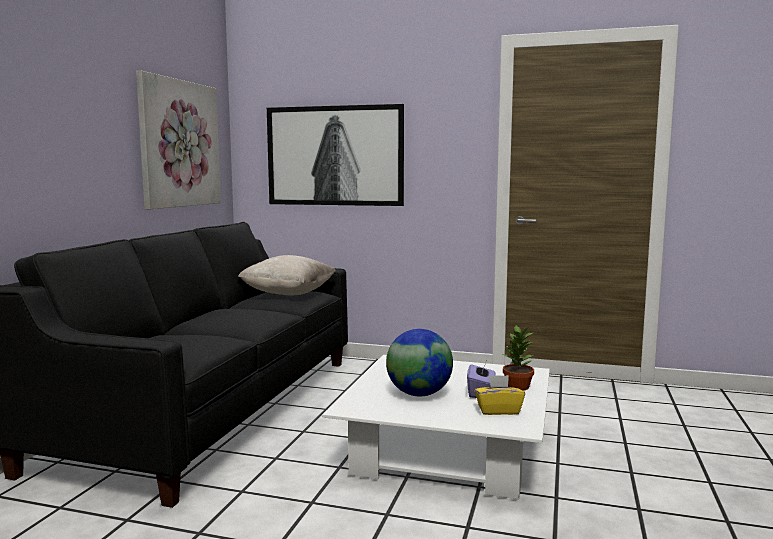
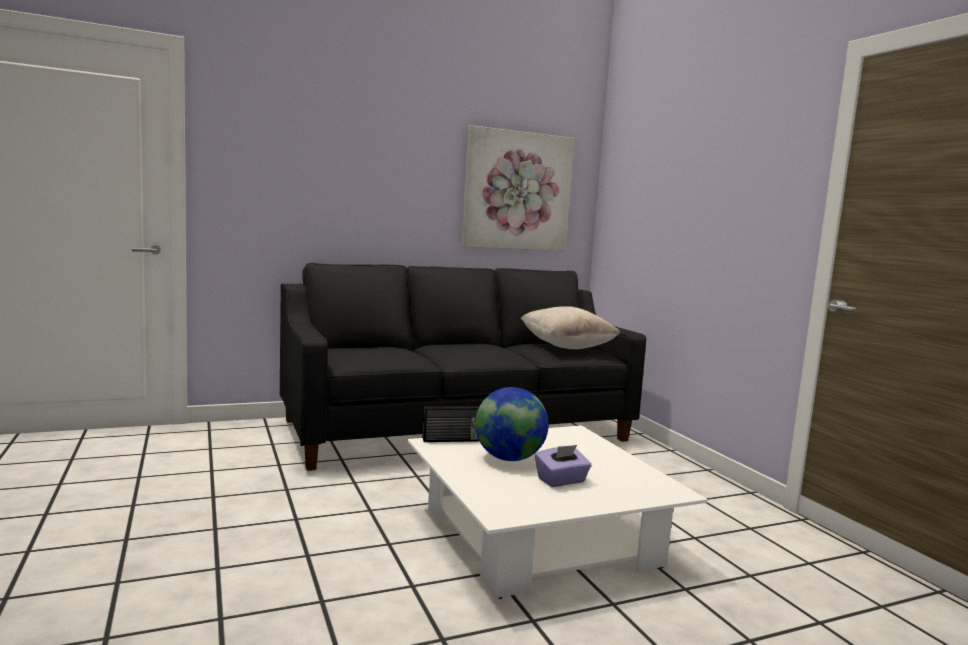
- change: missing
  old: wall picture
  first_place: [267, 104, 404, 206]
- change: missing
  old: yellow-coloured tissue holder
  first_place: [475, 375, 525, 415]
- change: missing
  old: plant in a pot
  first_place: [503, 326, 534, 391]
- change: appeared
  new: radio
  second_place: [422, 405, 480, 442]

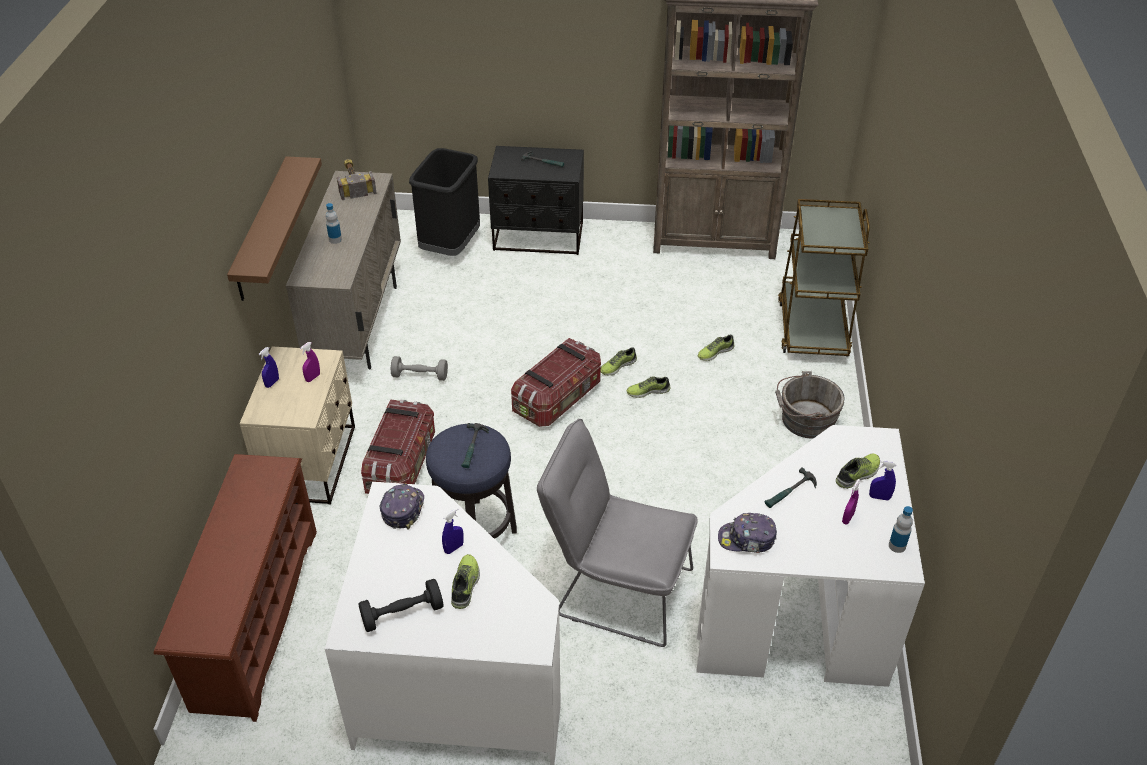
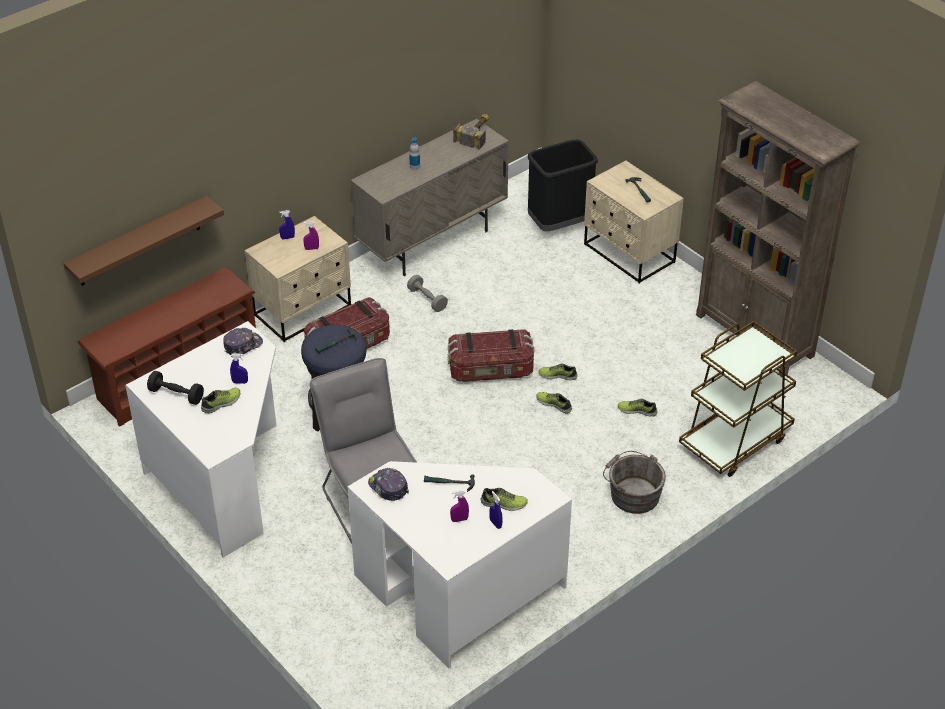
- change: relocated
  old: brown-coloured bracket shelf
  first_place: [227, 156, 322, 301]
  second_place: [63, 196, 224, 286]
- change: colour
  old: black nightstand
  new: beige-coloured nightstand
  first_place: [488, 146, 584, 255]
  second_place: [584, 160, 684, 283]
- change: missing
  old: drink bottle
  first_place: [889, 506, 913, 553]

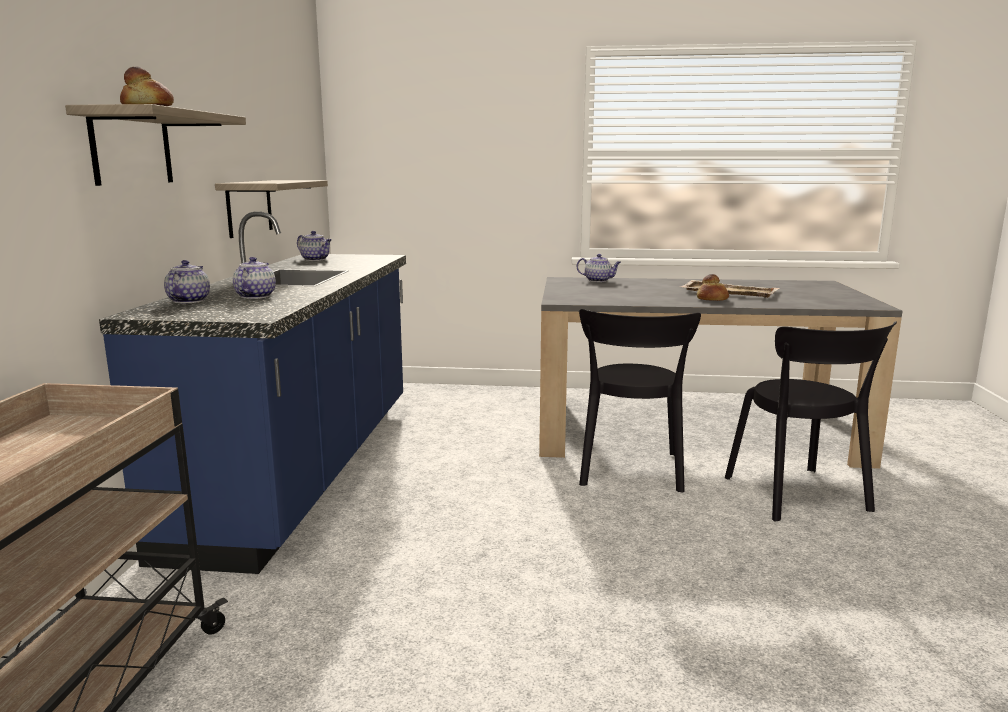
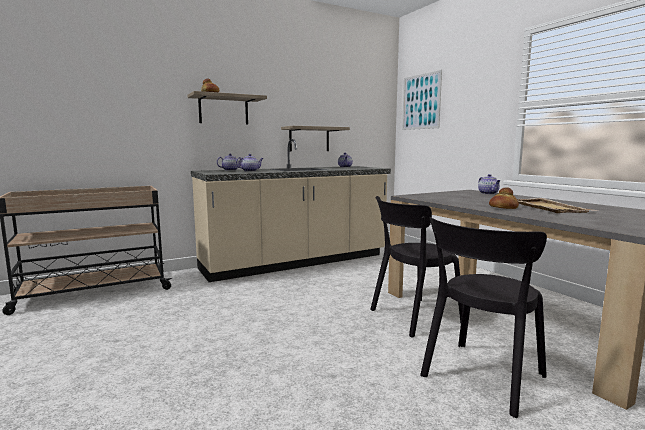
- change: colour
  old: bluish kitchen counter
  new: beige-coloured kitchen counter
  first_place: [99, 211, 406, 574]
  second_place: [191, 139, 391, 282]
- change: appeared
  new: wall picture
  second_place: [402, 70, 442, 130]

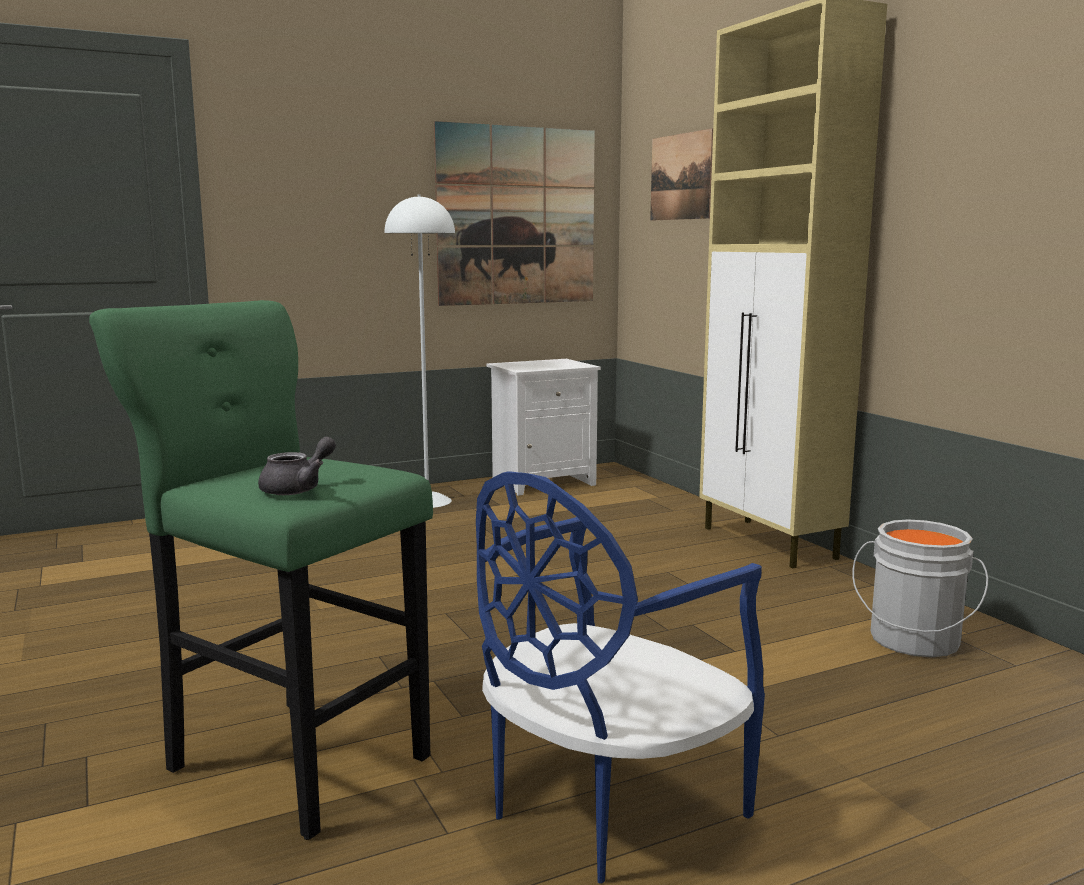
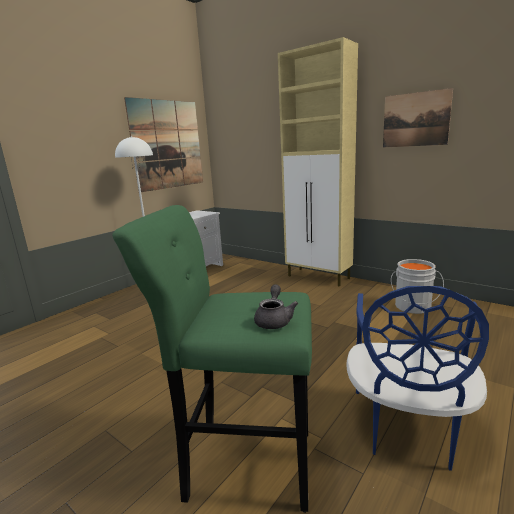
- change: relocated
  old: wall picture
  first_place: [650, 128, 713, 221]
  second_place: [383, 88, 453, 148]

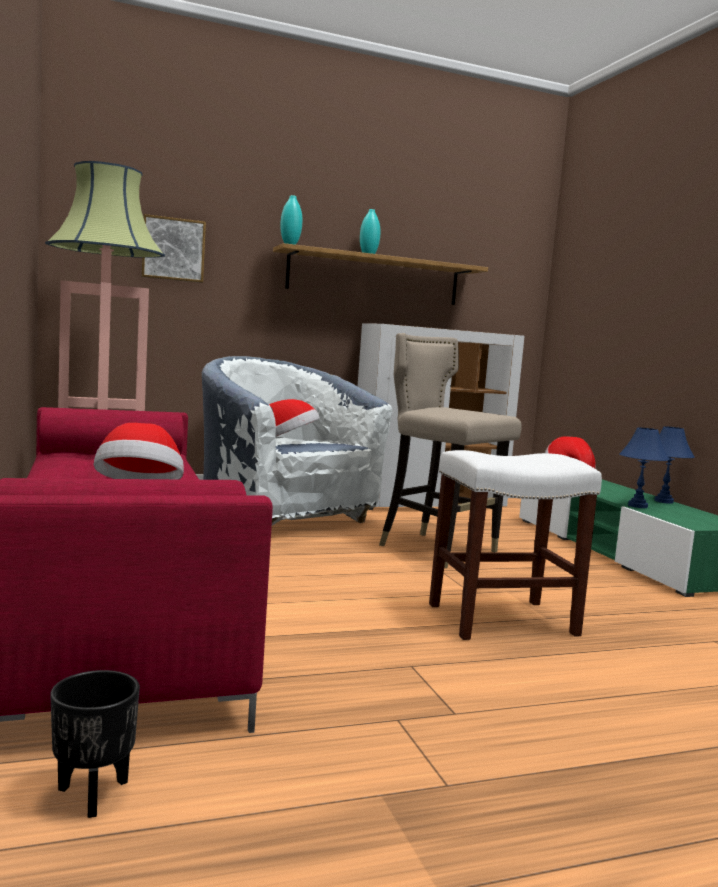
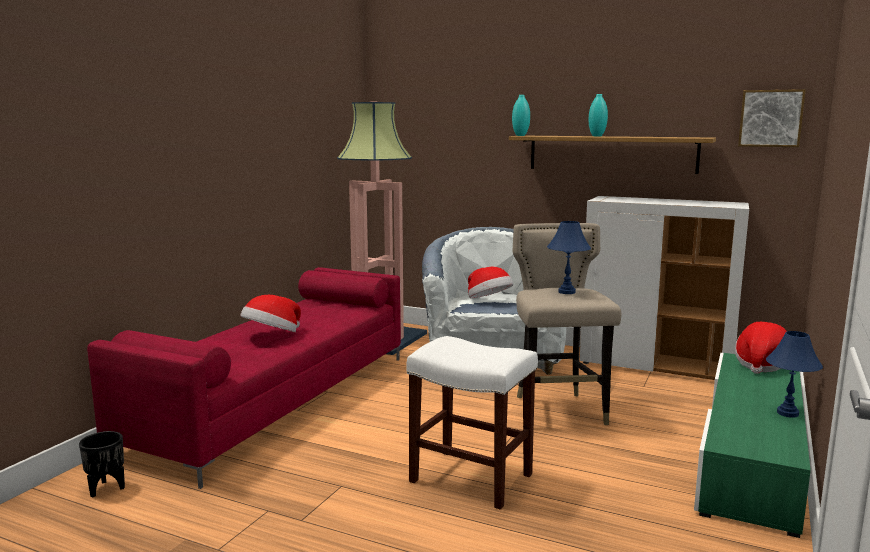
- change: relocated
  old: wall picture
  first_place: [141, 214, 206, 283]
  second_place: [738, 89, 806, 147]
- change: relocated
  old: bluish lamp for a table
  first_place: [619, 428, 670, 508]
  second_place: [547, 221, 591, 294]

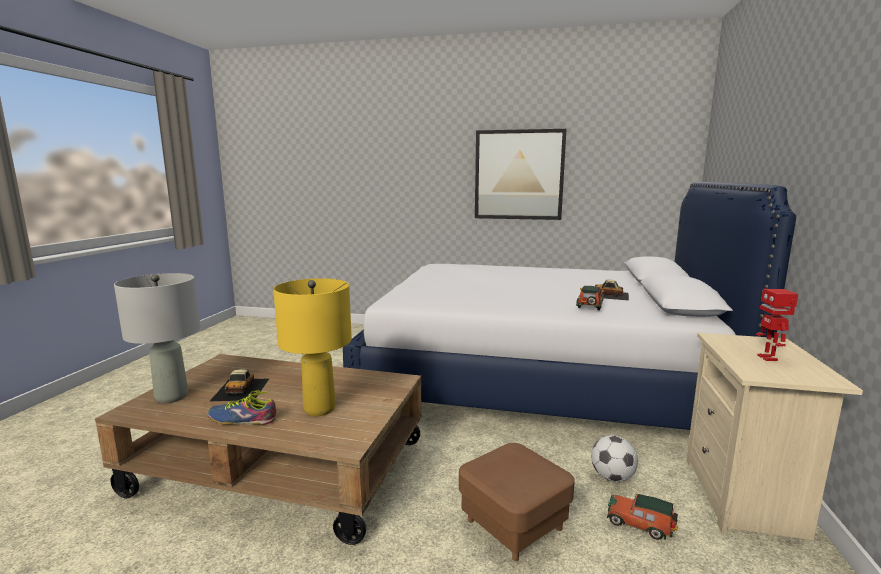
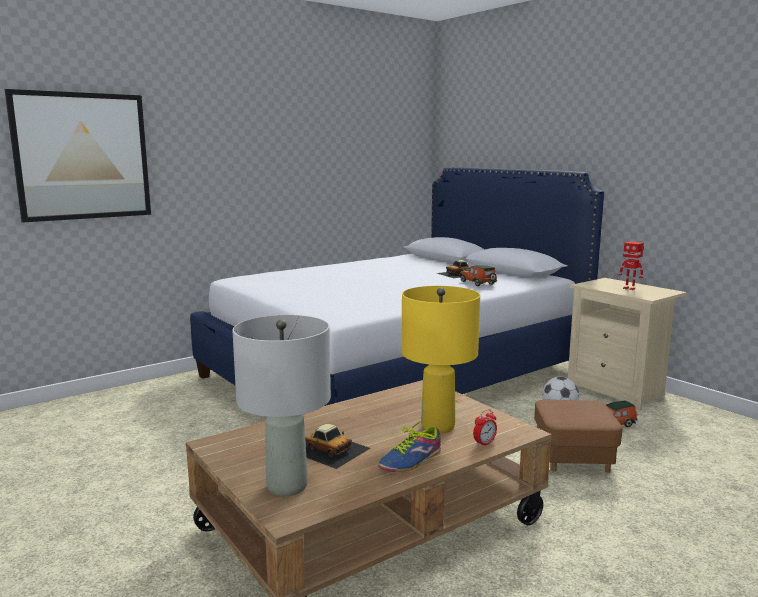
- change: relocated
  old: wall picture
  first_place: [475, 129, 567, 220]
  second_place: [5, 89, 151, 222]
- change: appeared
  new: bedside clock
  second_place: [473, 409, 497, 447]

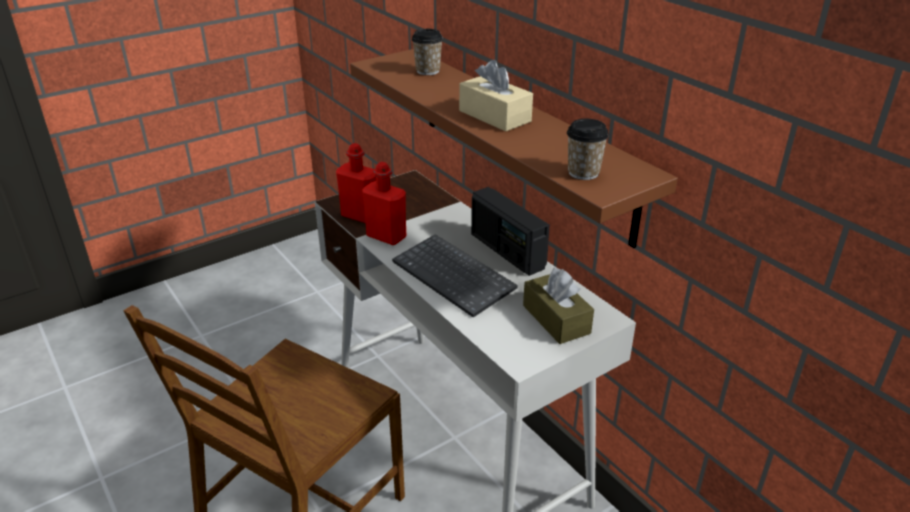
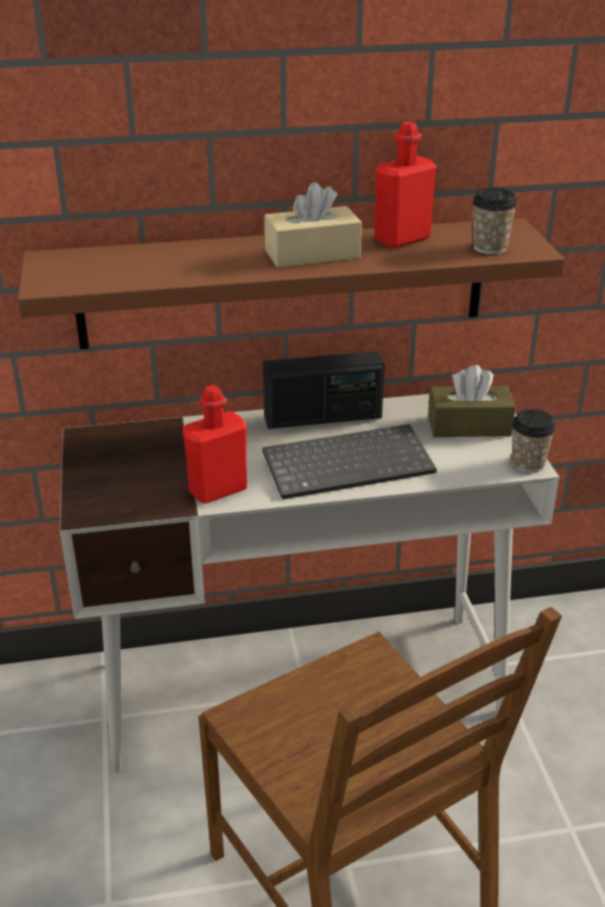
- change: relocated
  old: red drink bottle
  first_place: [336, 143, 376, 223]
  second_place: [374, 122, 436, 248]
- change: relocated
  old: drinking cup
  first_place: [412, 29, 443, 75]
  second_place: [512, 409, 556, 473]

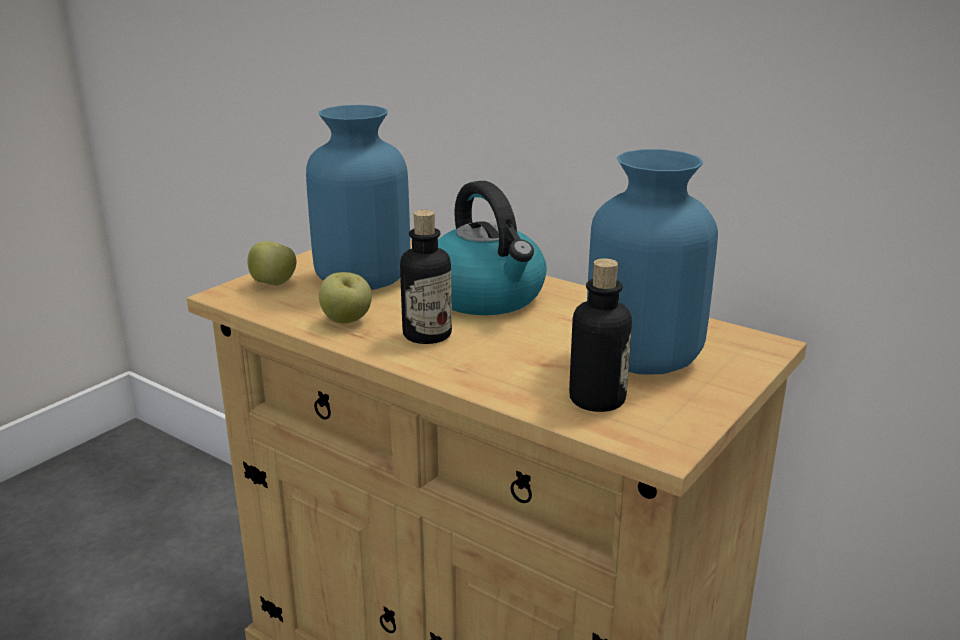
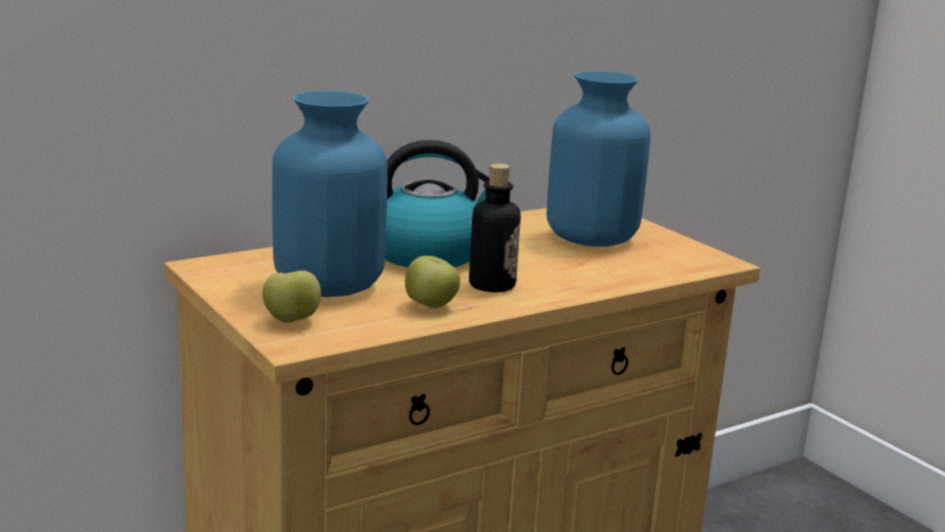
- change: missing
  old: drink bottle
  first_place: [569, 258, 632, 412]

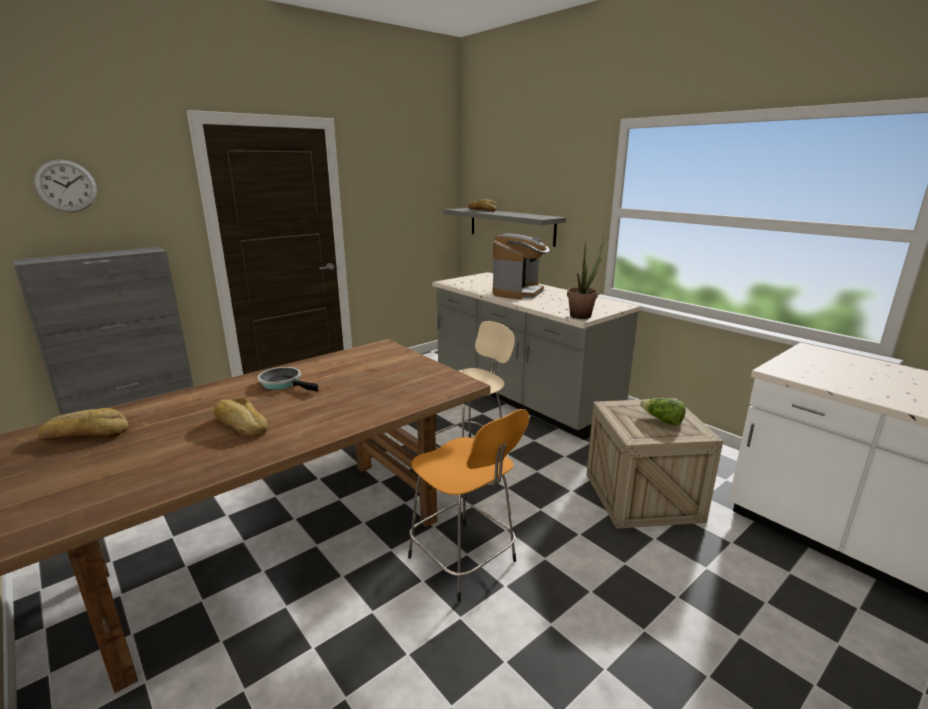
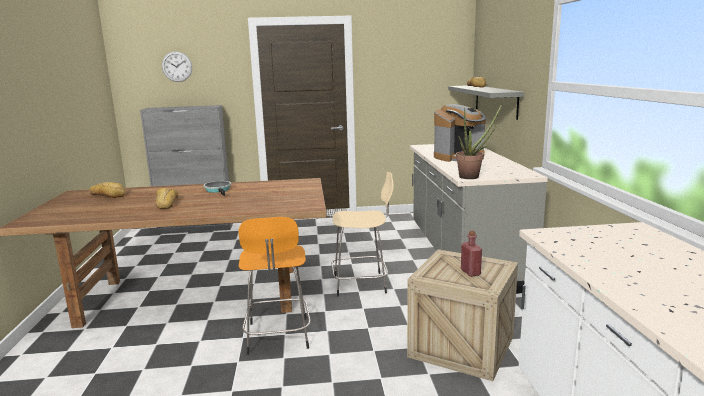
- change: exchanged
  old: lettuce
  new: red drink bottle
  first_place: [640, 398, 686, 426]
  second_place: [461, 231, 482, 277]

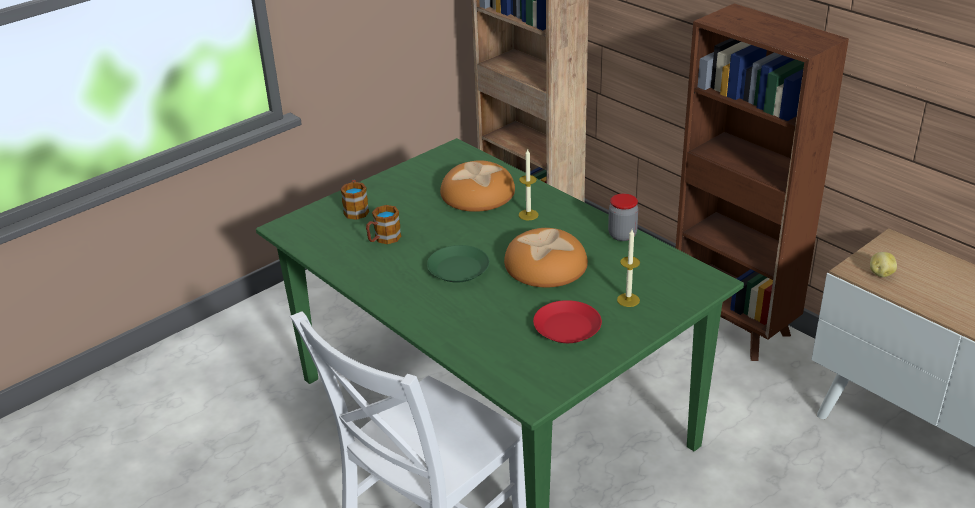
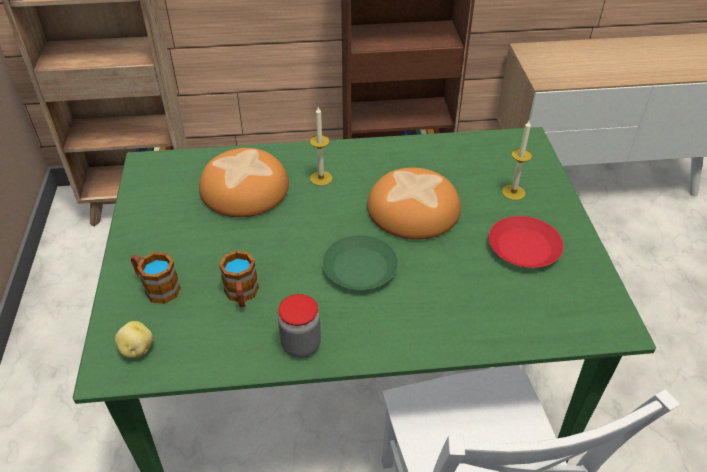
- change: relocated
  old: storage jar
  first_place: [608, 194, 638, 241]
  second_place: [278, 294, 321, 358]
- change: relocated
  old: spud
  first_place: [870, 252, 897, 277]
  second_place: [115, 321, 153, 358]

